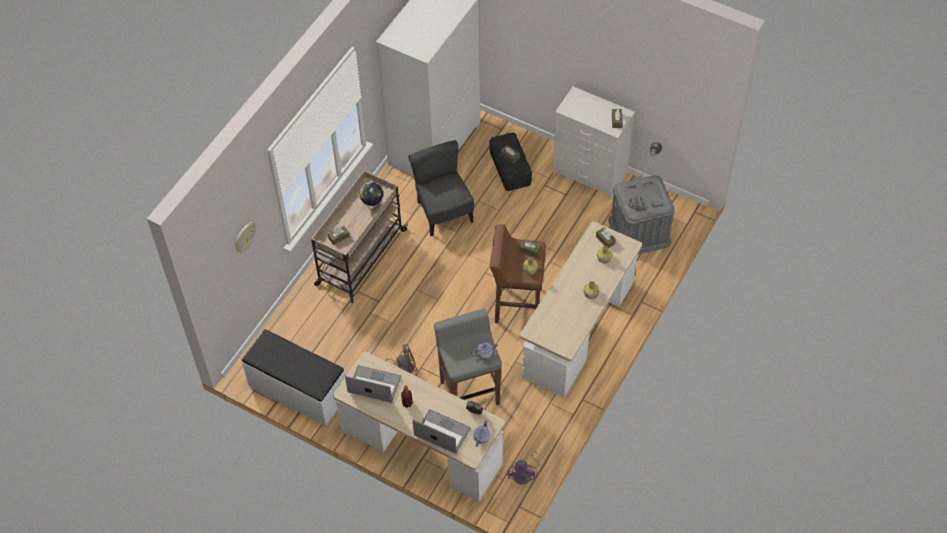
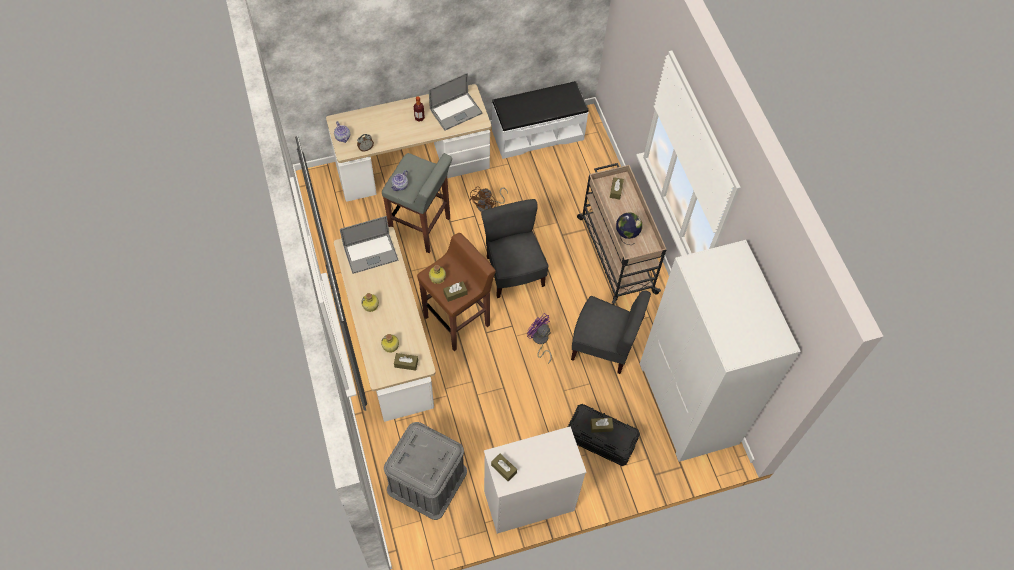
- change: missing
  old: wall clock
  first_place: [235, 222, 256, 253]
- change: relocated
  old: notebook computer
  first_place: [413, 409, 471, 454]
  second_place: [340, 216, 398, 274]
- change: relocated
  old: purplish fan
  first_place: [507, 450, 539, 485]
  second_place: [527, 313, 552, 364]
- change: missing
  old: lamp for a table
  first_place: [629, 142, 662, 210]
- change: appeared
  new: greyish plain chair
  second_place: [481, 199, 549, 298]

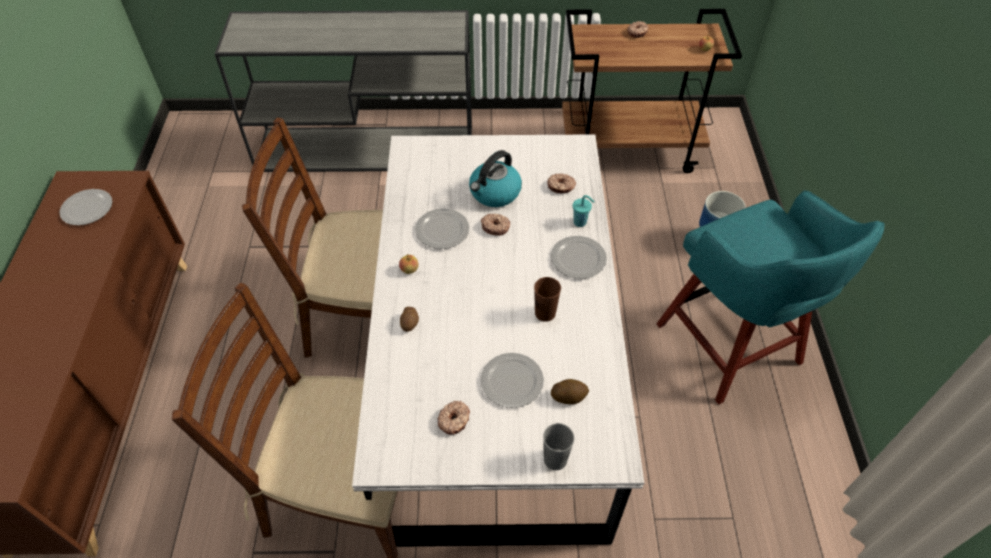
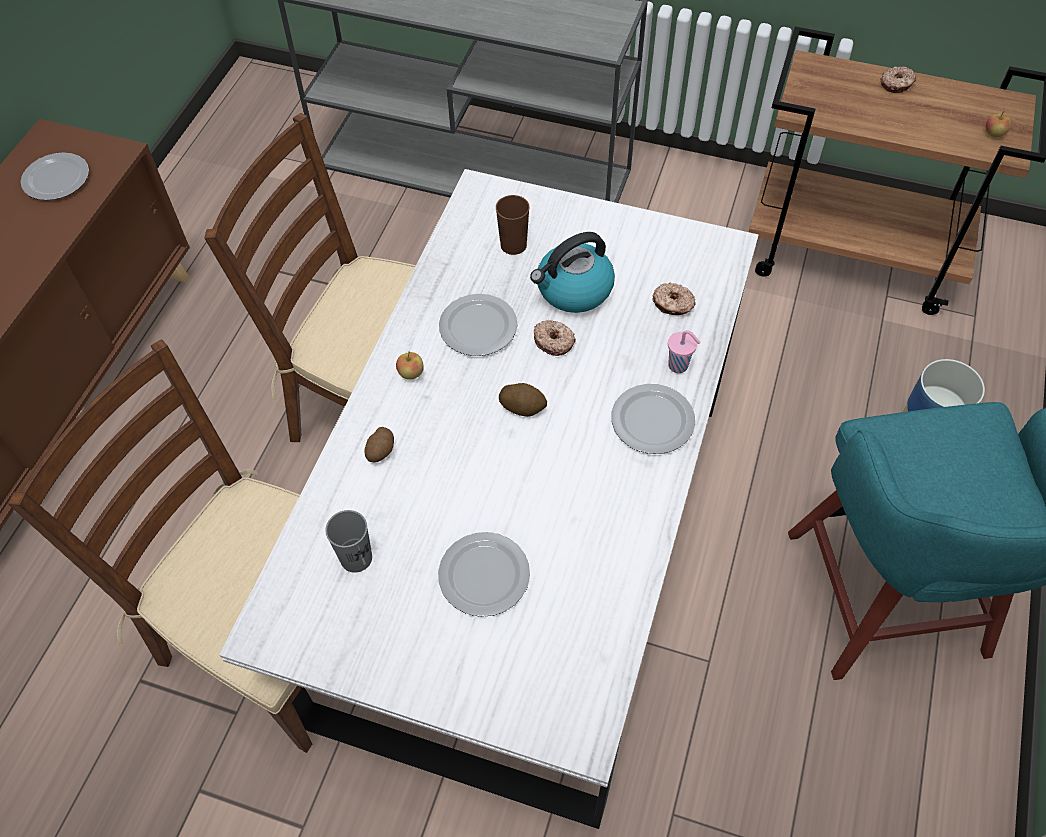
- change: missing
  old: doughnut
  first_place: [437, 401, 470, 435]
- change: relocated
  old: brown-coloured drinking cup
  first_place: [534, 277, 561, 322]
  second_place: [496, 195, 530, 255]
- change: relocated
  old: greyish drinking cup
  first_place: [543, 423, 574, 470]
  second_place: [325, 510, 372, 573]
- change: relocated
  old: spud
  first_place: [551, 379, 589, 404]
  second_place: [499, 383, 547, 417]
- change: colour
  old: turquoise-coloured drinking cup
  new: pinkish drinking cup
  first_place: [573, 195, 595, 227]
  second_place: [668, 330, 701, 373]

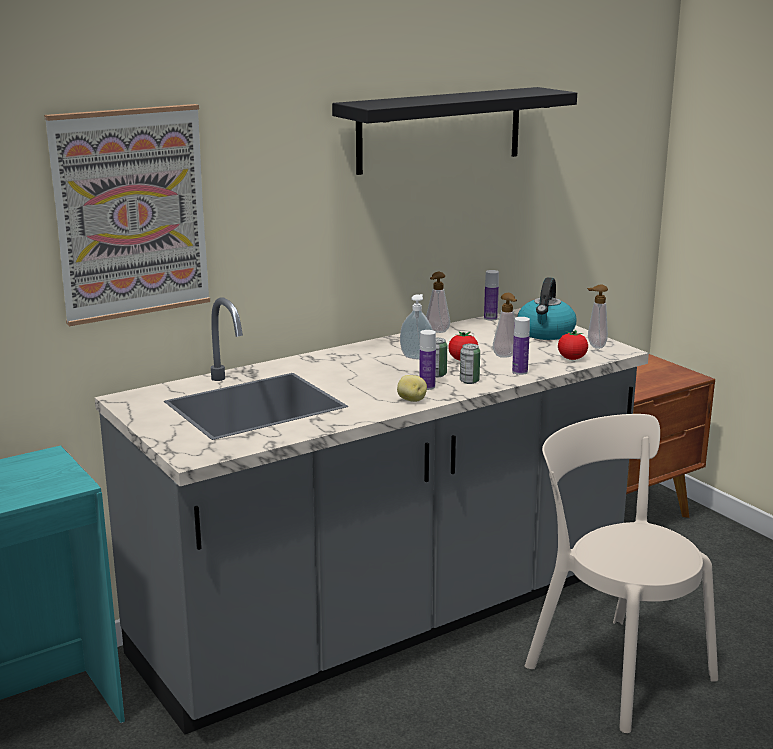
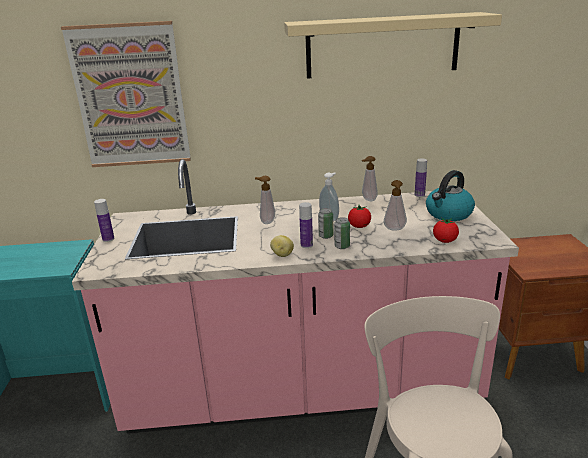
- change: colour
  old: greyish kitchen counter
  new: pinkish kitchen counter
  first_place: [95, 297, 649, 735]
  second_place: [72, 159, 519, 434]
- change: colour
  old: black bracket shelf
  new: beige-coloured bracket shelf
  first_place: [332, 87, 577, 175]
  second_place: [284, 12, 502, 79]
- change: relocated
  old: drink bottle
  first_place: [512, 317, 530, 375]
  second_place: [94, 199, 115, 242]
- change: relocated
  old: soap dispenser
  first_place: [587, 284, 608, 349]
  second_place: [255, 176, 275, 224]

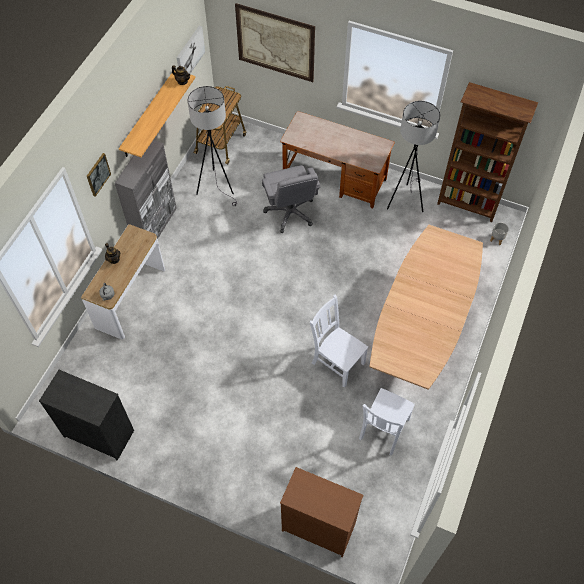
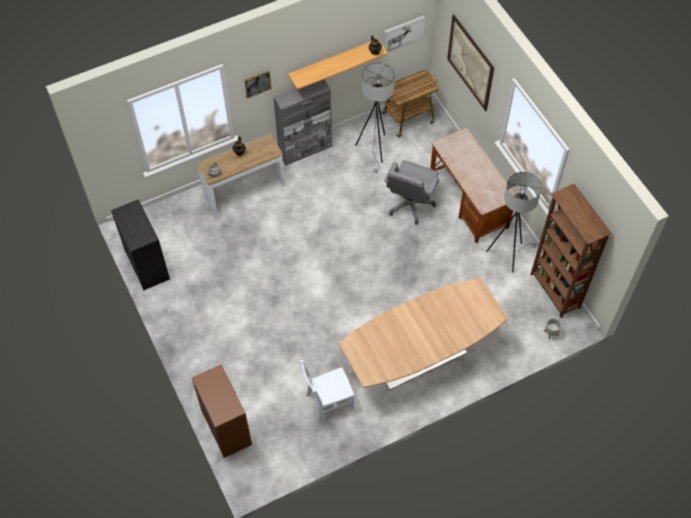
- change: missing
  old: white-coloured plain chair
  first_place: [310, 295, 368, 388]

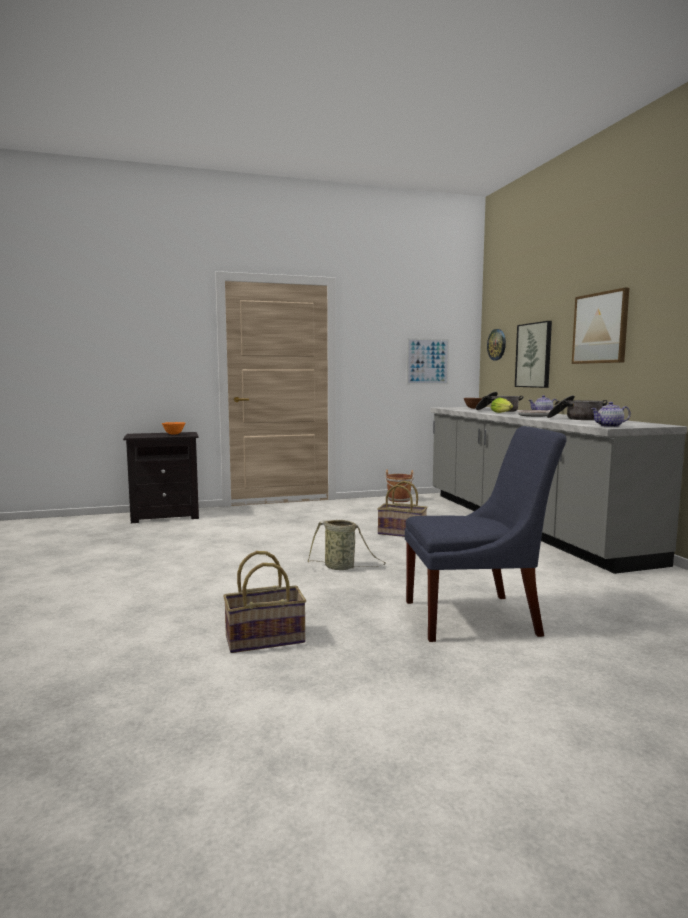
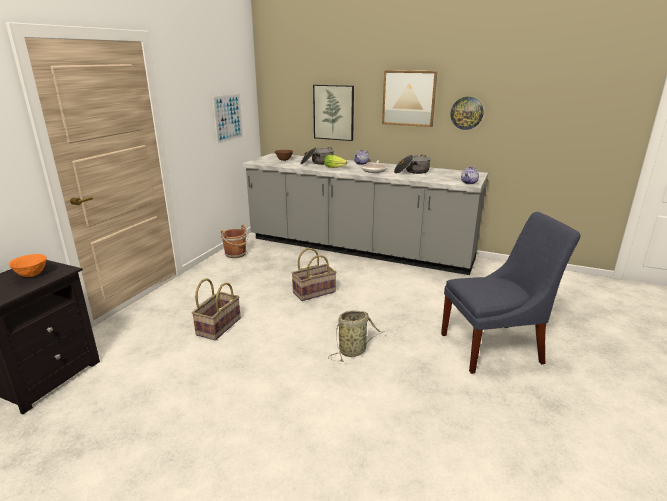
- change: relocated
  old: basket
  first_place: [223, 551, 306, 653]
  second_place: [192, 278, 241, 340]
- change: spun
  old: bluish plain chair
  first_place: [405, 426, 567, 642]
  second_place: [441, 212, 580, 374]
  degrees: 45
- change: relocated
  old: wall clock
  first_place: [487, 329, 506, 360]
  second_place: [450, 97, 483, 130]

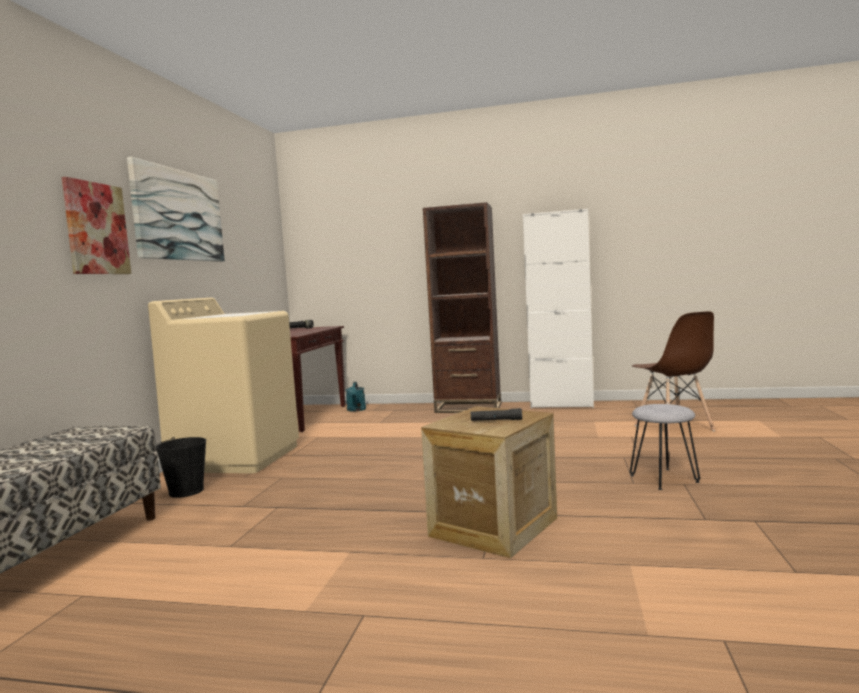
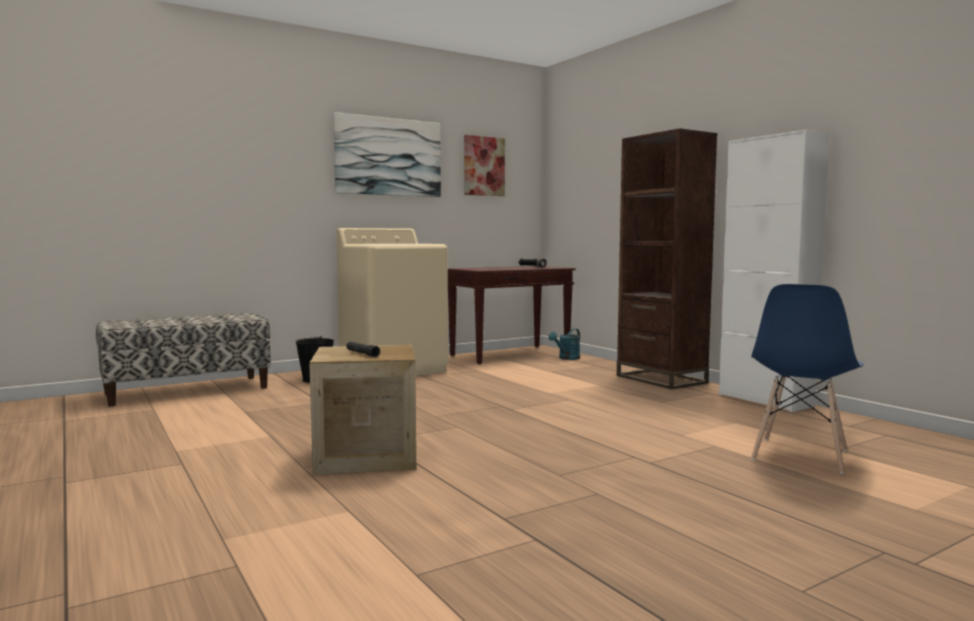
- change: relocated
  old: wall picture
  first_place: [62, 177, 131, 274]
  second_place: [464, 135, 505, 196]
- change: missing
  old: greyish sitting stool
  first_place: [630, 404, 700, 490]
- change: colour
  old: brown-coloured plain chair
  new: bluish plain chair
  first_place: [632, 311, 715, 438]
  second_place: [751, 284, 864, 474]

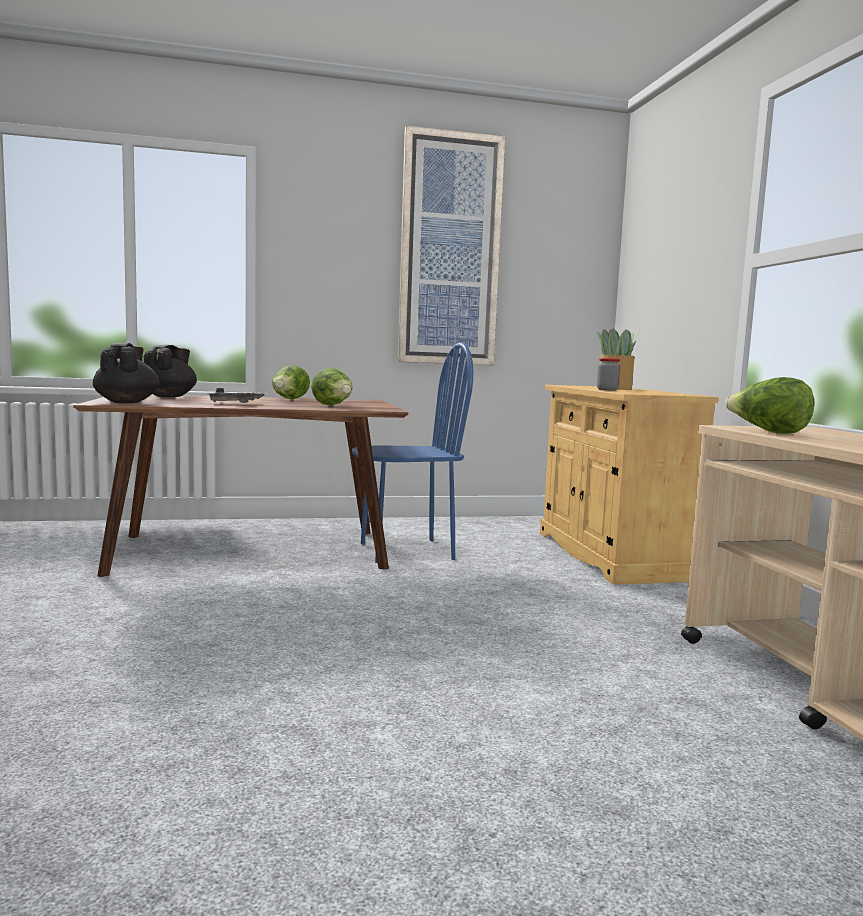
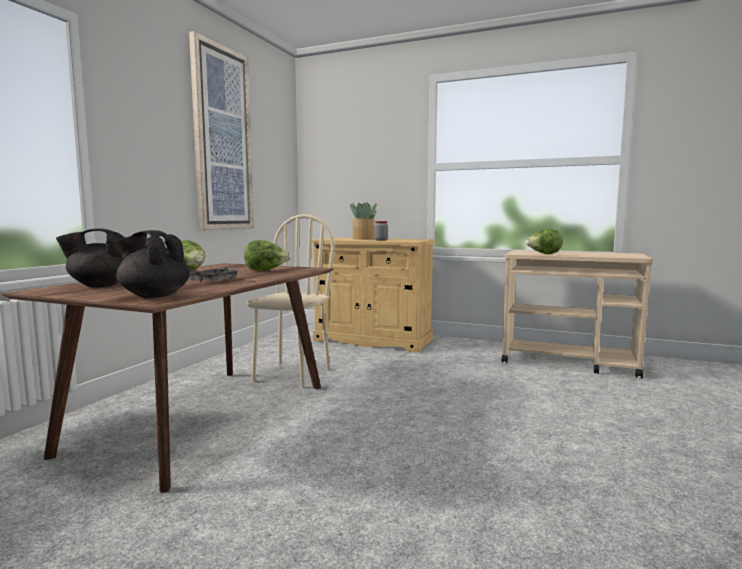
- change: spun
  old: black tea pot
  first_place: [143, 345, 197, 397]
  second_place: [56, 228, 125, 287]
  degrees: -60
- change: colour
  old: bluish plain chair
  new: beige-coloured plain chair
  first_place: [352, 343, 473, 563]
  second_place: [247, 214, 335, 387]

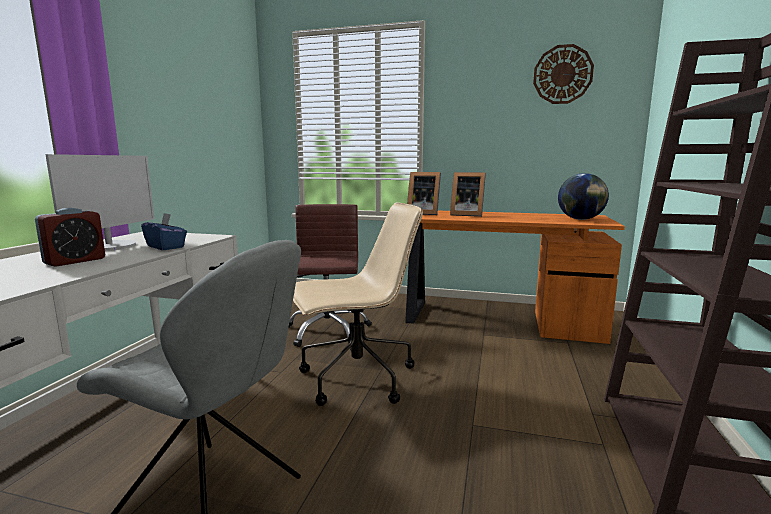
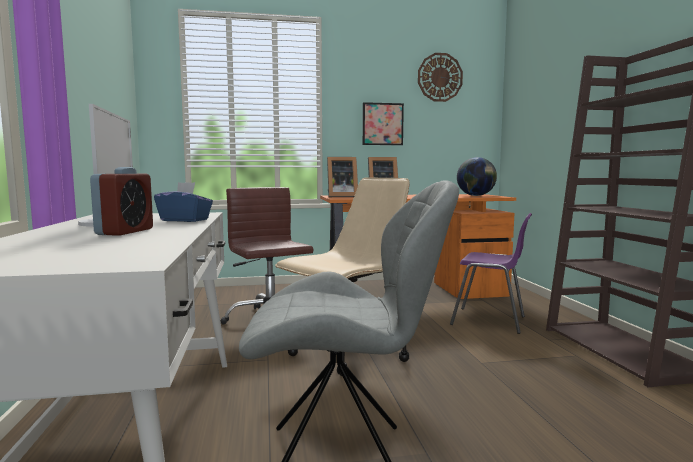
- change: appeared
  new: wall picture
  second_place: [363, 102, 404, 145]
- change: appeared
  new: purplish plain chair
  second_place: [450, 213, 532, 334]

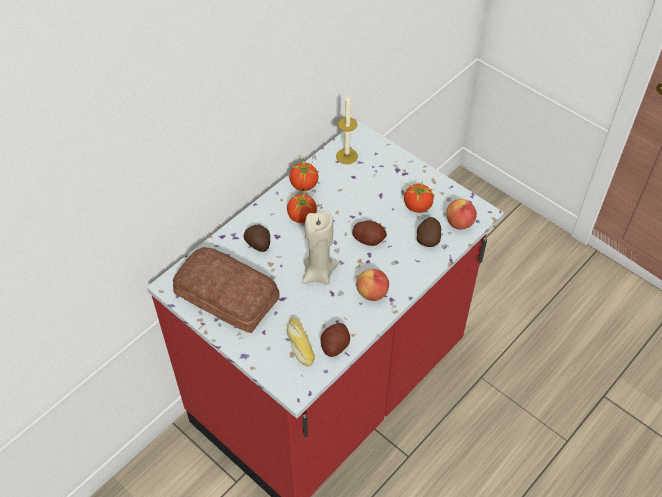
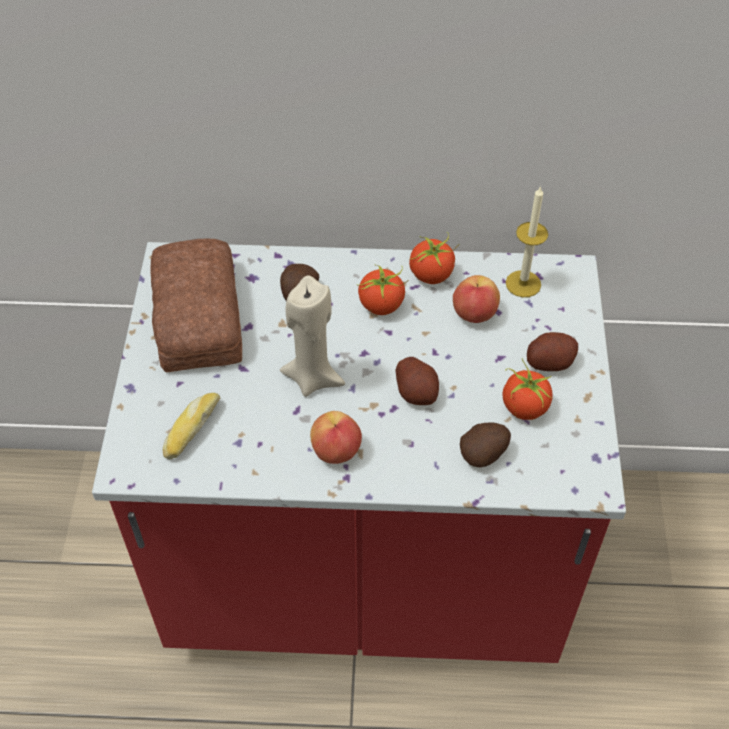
- change: relocated
  old: spud
  first_place: [320, 323, 350, 357]
  second_place: [527, 332, 578, 371]
- change: relocated
  old: whole apple
  first_place: [446, 199, 477, 229]
  second_place: [453, 275, 500, 323]

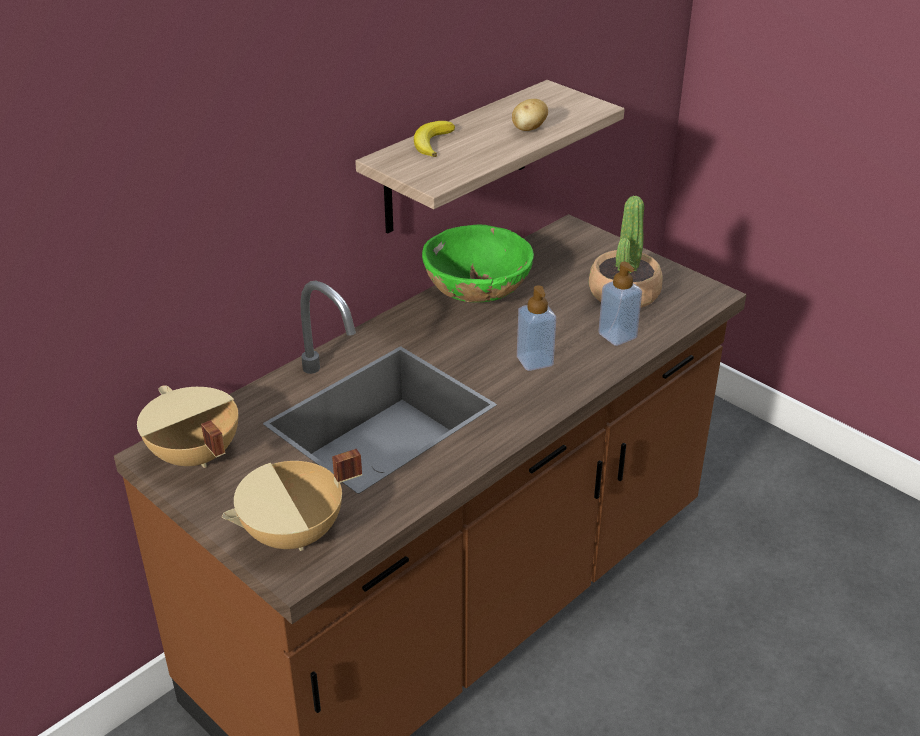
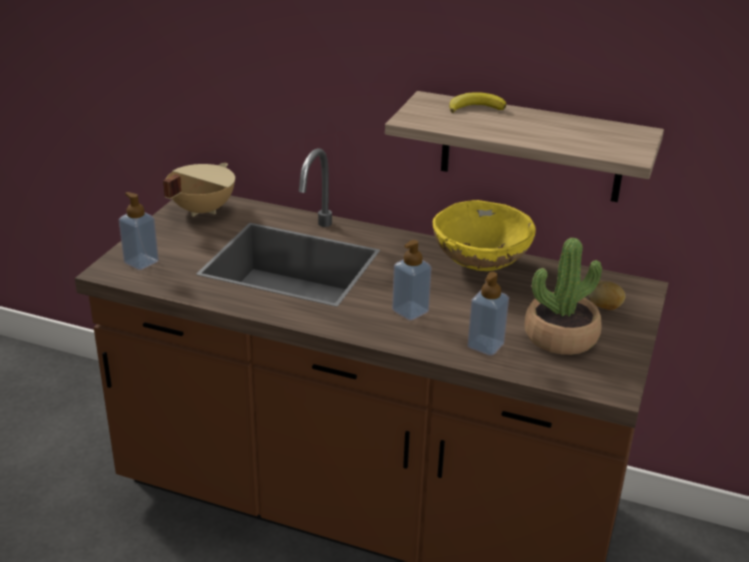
- change: exchanged
  old: beige-coloured saucepot
  new: soap dispenser
  first_place: [222, 449, 362, 551]
  second_place: [119, 192, 159, 270]
- change: colour
  old: green-coloured serving bowl
  new: yellow-coloured serving bowl
  first_place: [422, 224, 534, 302]
  second_place: [433, 200, 536, 271]
- change: relocated
  old: spud
  first_place: [512, 99, 548, 131]
  second_place: [589, 281, 625, 310]

